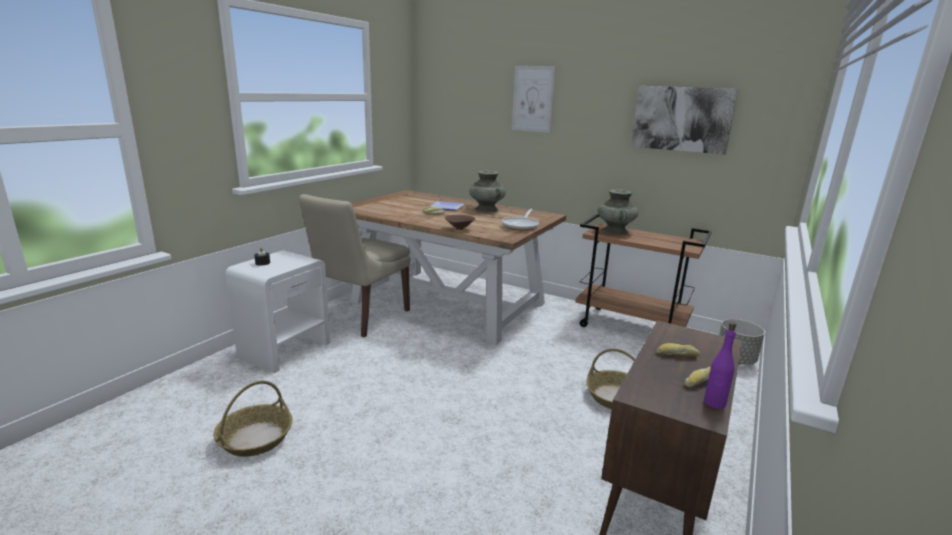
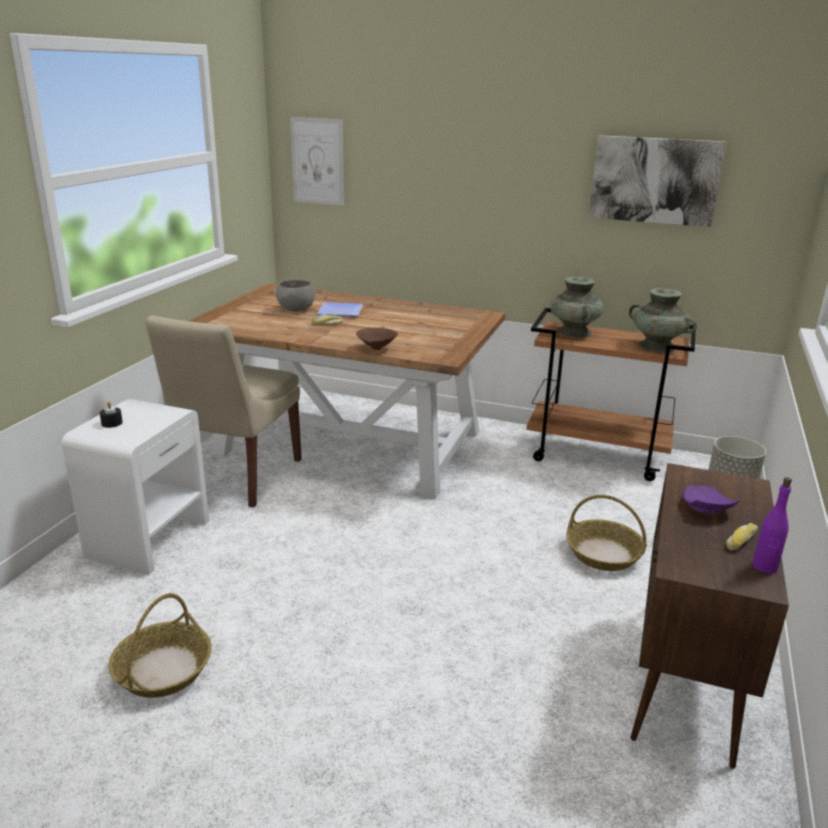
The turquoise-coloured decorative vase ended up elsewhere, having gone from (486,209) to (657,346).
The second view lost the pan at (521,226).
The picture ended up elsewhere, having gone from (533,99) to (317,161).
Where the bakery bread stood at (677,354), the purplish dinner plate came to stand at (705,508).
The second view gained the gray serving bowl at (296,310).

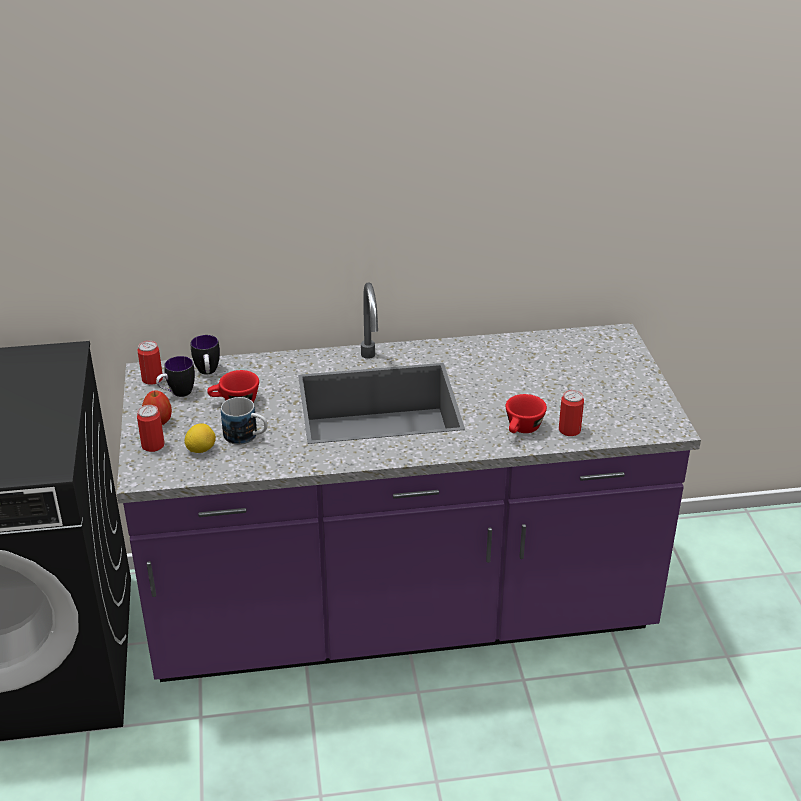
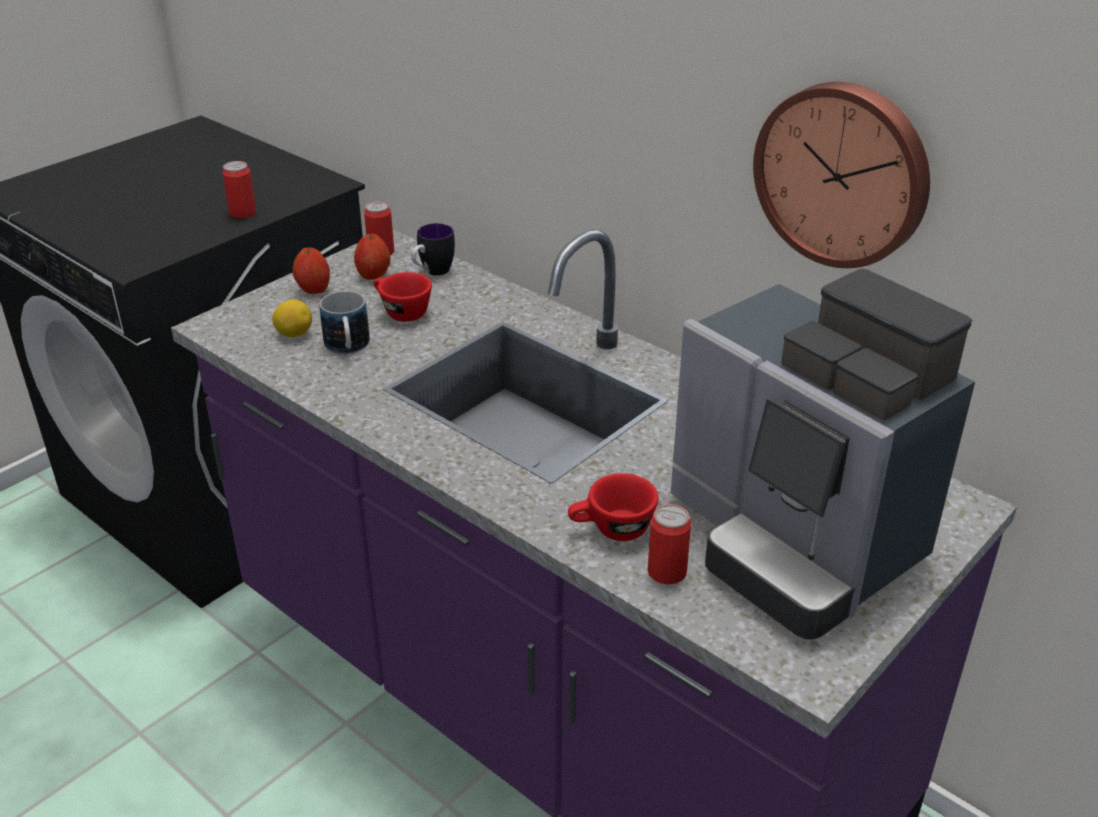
The can ended up elsewhere, having gone from (153,445) to (243,213).
Where the tea mug stood at (177,394), the apple fruit came to stand at (373,276).
The second view gained the coffee machine at (794,542).
The second view gained the wall clock at (843,173).

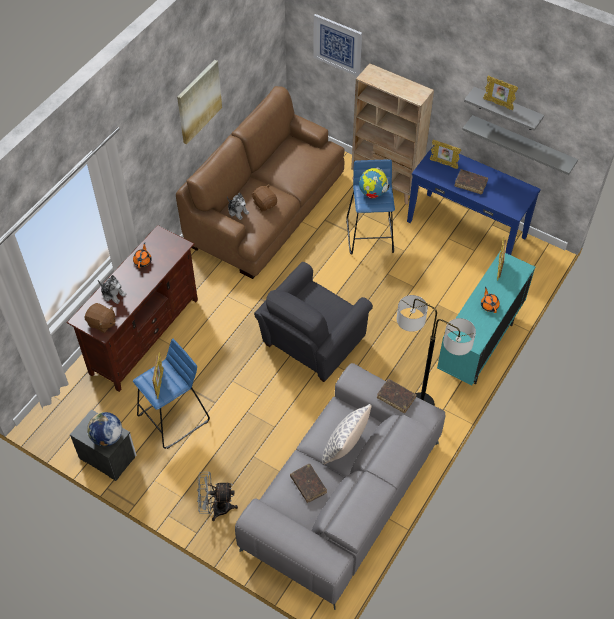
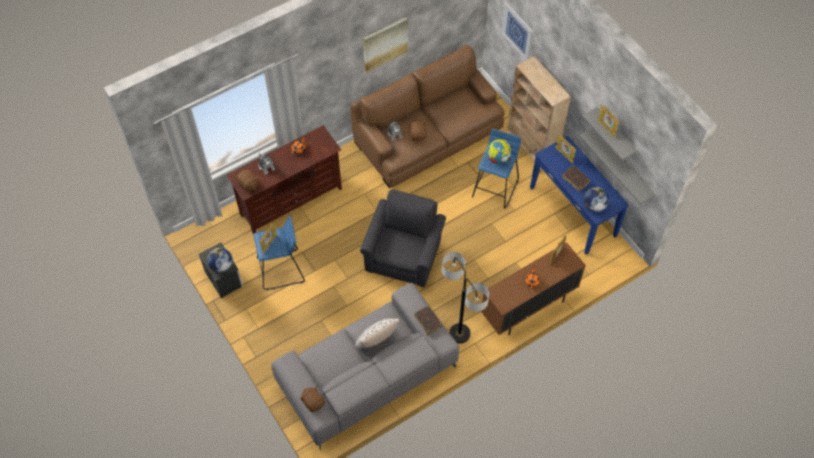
The second view lost the gray cooling fan at (216,507).
The gray armchair at (310,344) ended up facing another way, 135 degrees clockwise from before.
The second view lost the brown-coloured volume at (308,485).
What was the turquoise-coloured cabinet at (478,347) turned into the brown-coloured cabinet at (528,308).
The second view gained the brown-coloured plush toy at (313,402).
The second view gained the world globe at (594,206).

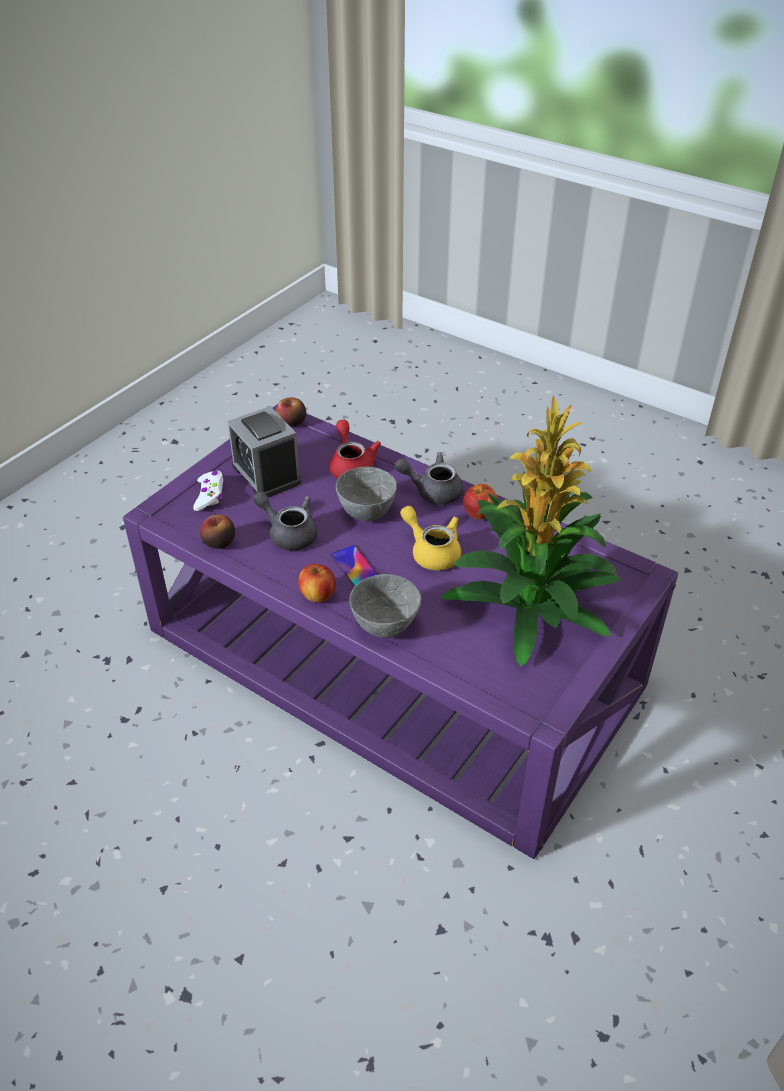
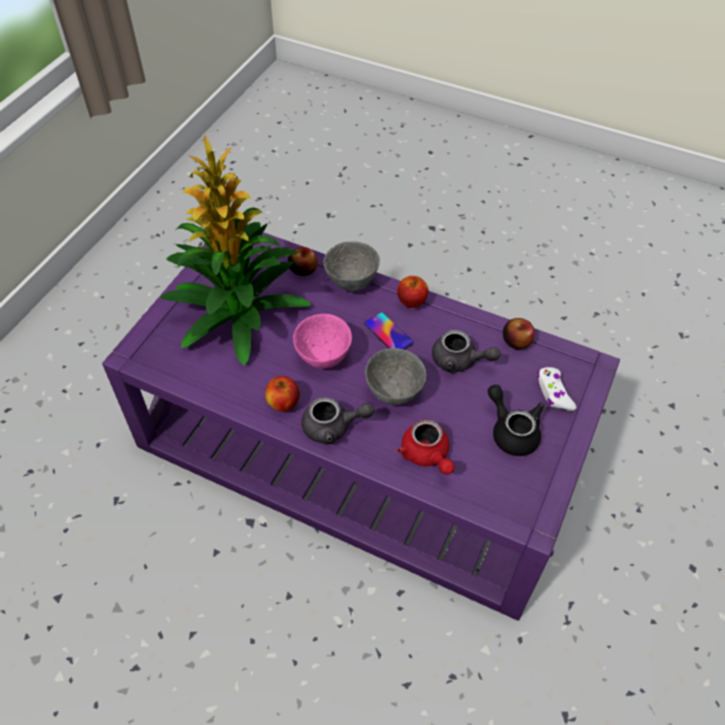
Where the bedside clock stood at (266,474), the blackish tea pot came to stand at (511,431).
The apple fruit ended up elsewhere, having gone from (291,422) to (303,269).
Where the yellow tea pot stood at (431,551), the pink serving bowl came to stand at (324,358).

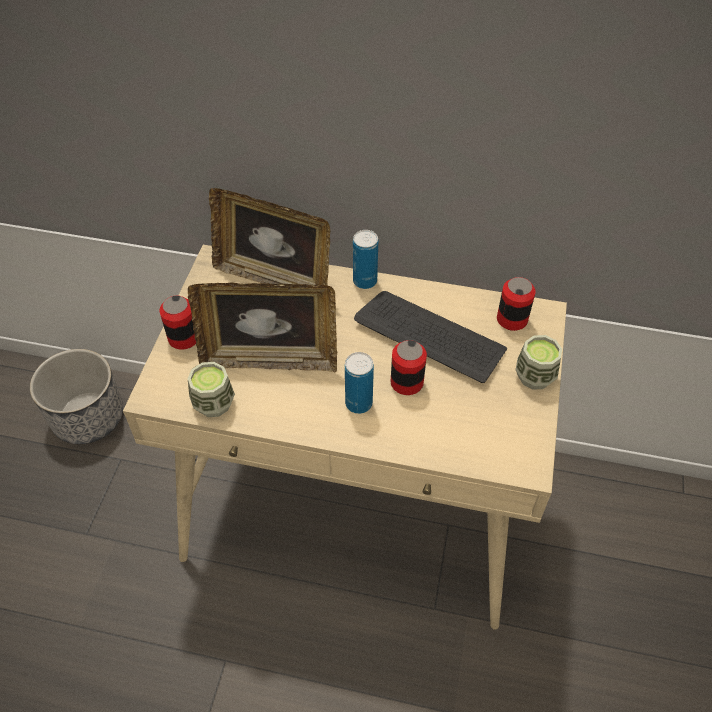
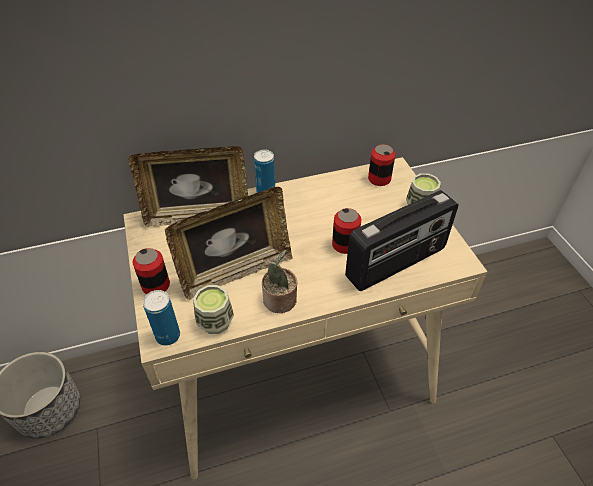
The can ended up elsewhere, having gone from (358,403) to (168,336).
The second view lost the keyboard at (430,337).
The second view gained the plant in a pot at (280,301).
The second view gained the radio at (397,263).

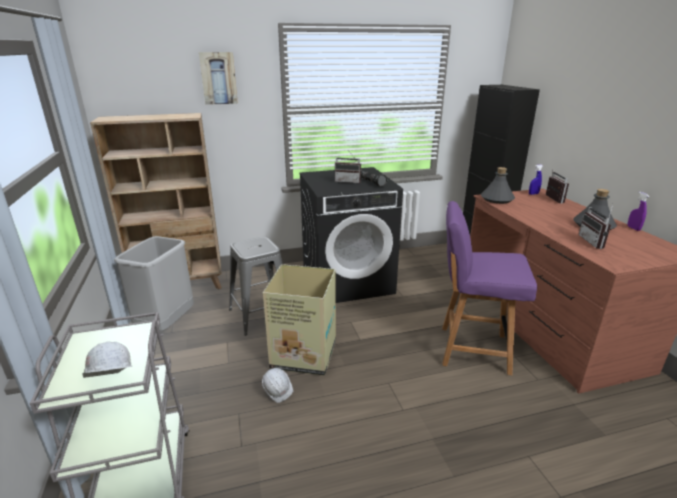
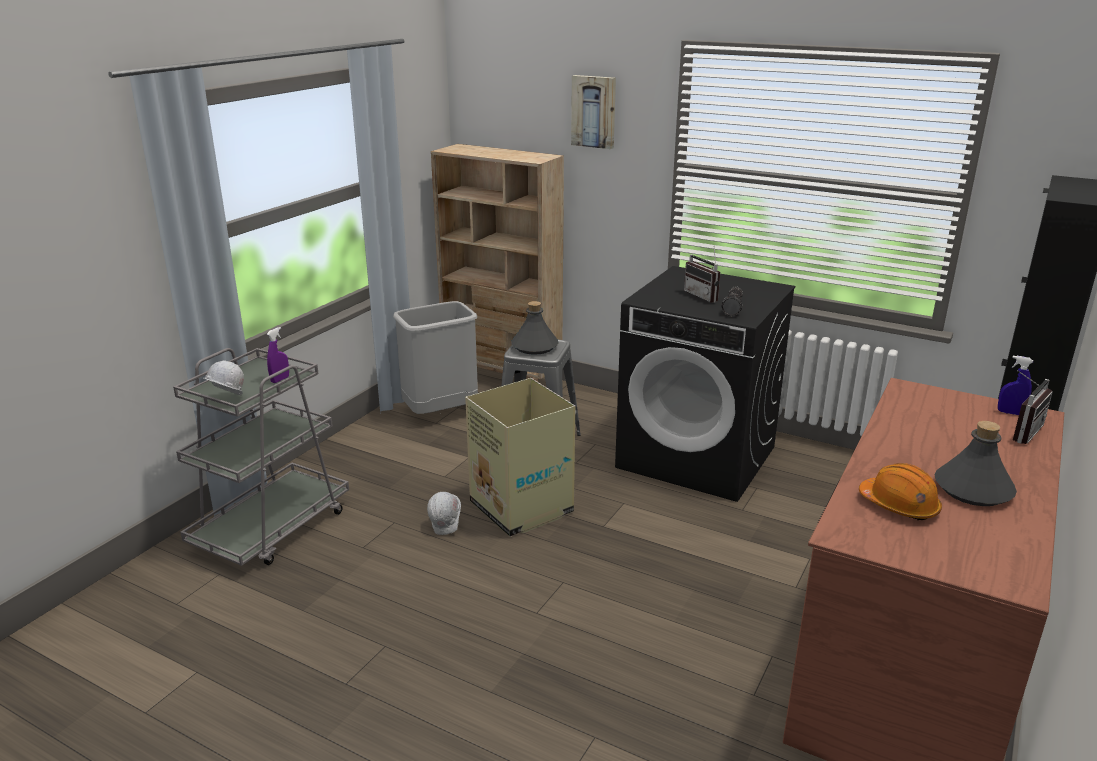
The second view lost the purplish upright chair at (472,349).
The gray beverage bottle ended up elsewhere, having gone from (496,199) to (534,346).
Where the radio stood at (595,242), the orange hard hat came to stand at (899,505).
The purplish spray bottle ended up elsewhere, having gone from (633,228) to (280,379).

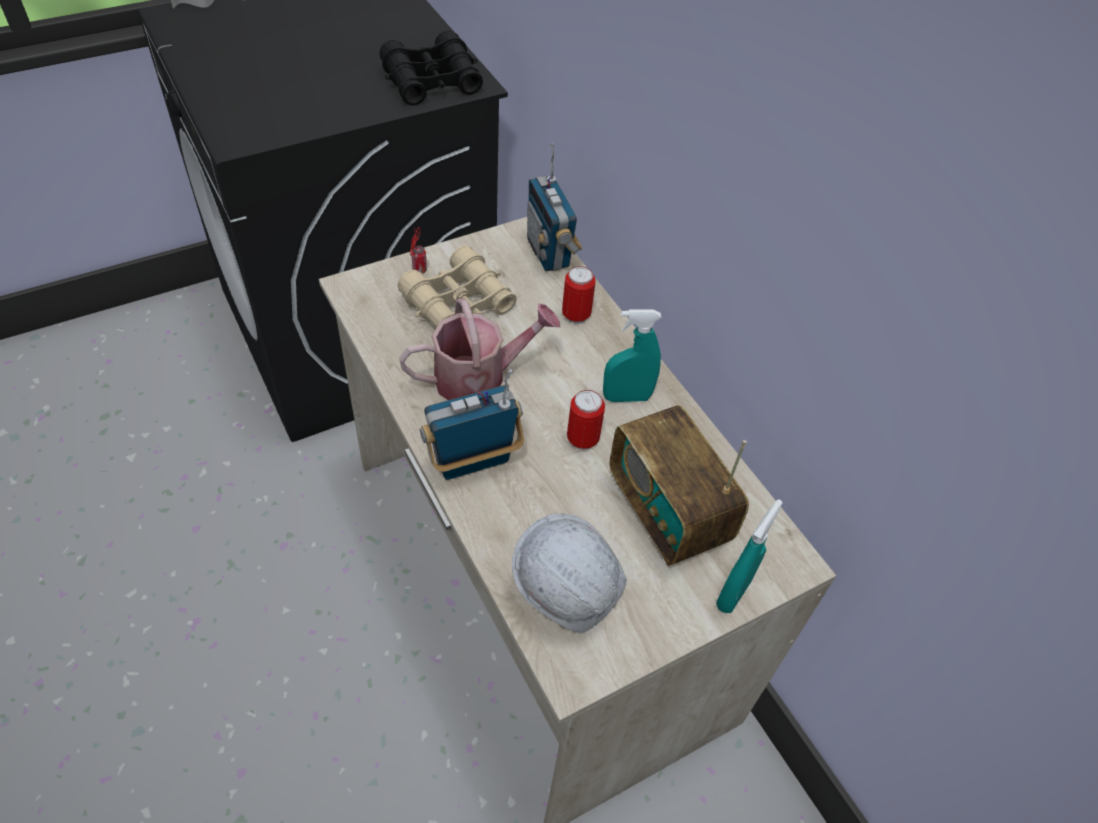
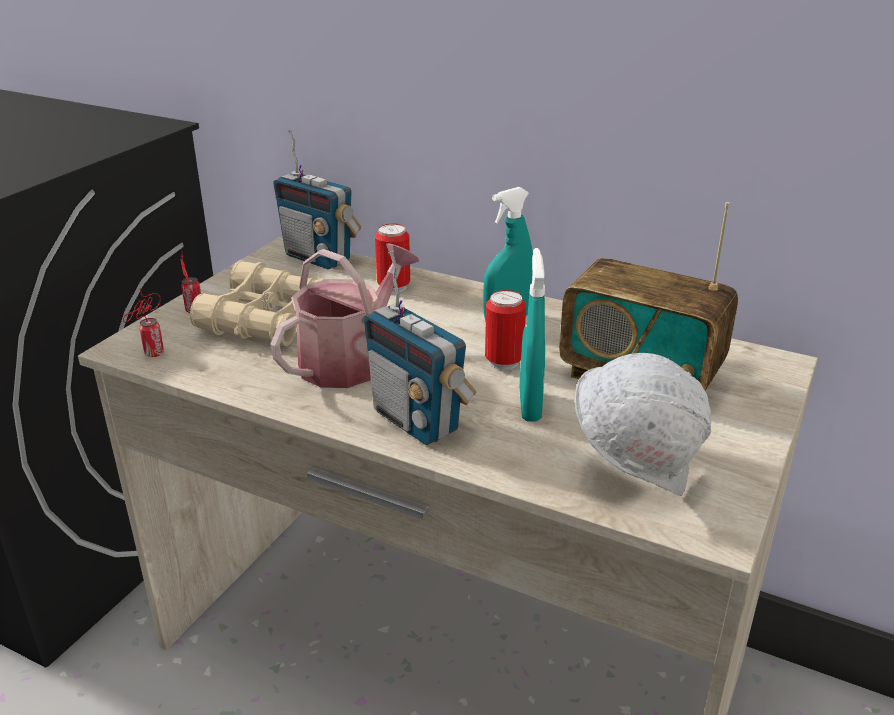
The second view lost the blackish binoculars at (432,81).
The radio at (472,462) ended up facing another way, 75 degrees counterclockwise from before.
The turquoise-coloured spray bottle ended up elsewhere, having gone from (733,593) to (530,406).
The second view gained the can at (152,354).

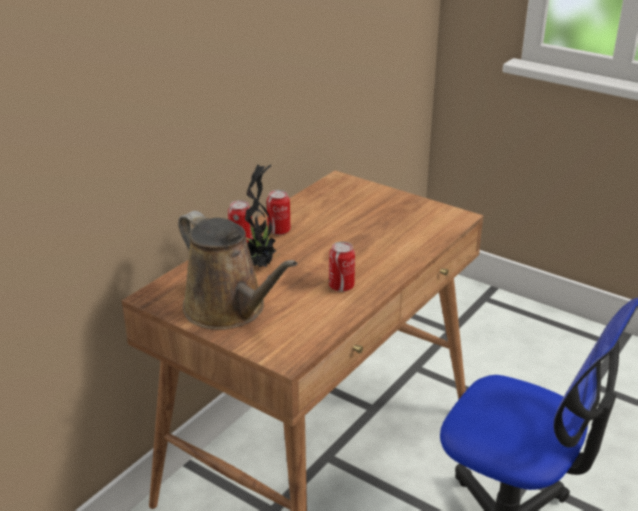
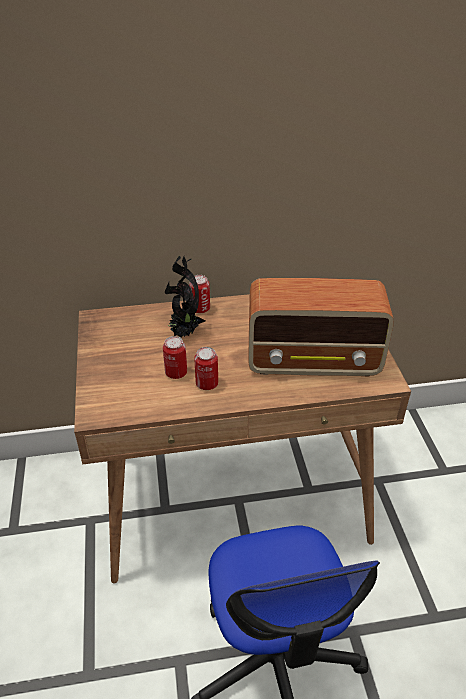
The second view lost the brown-coloured sprinkling can at (229,310).
The can ended up elsewhere, having gone from (279,231) to (176,373).
The second view gained the radio at (314,361).

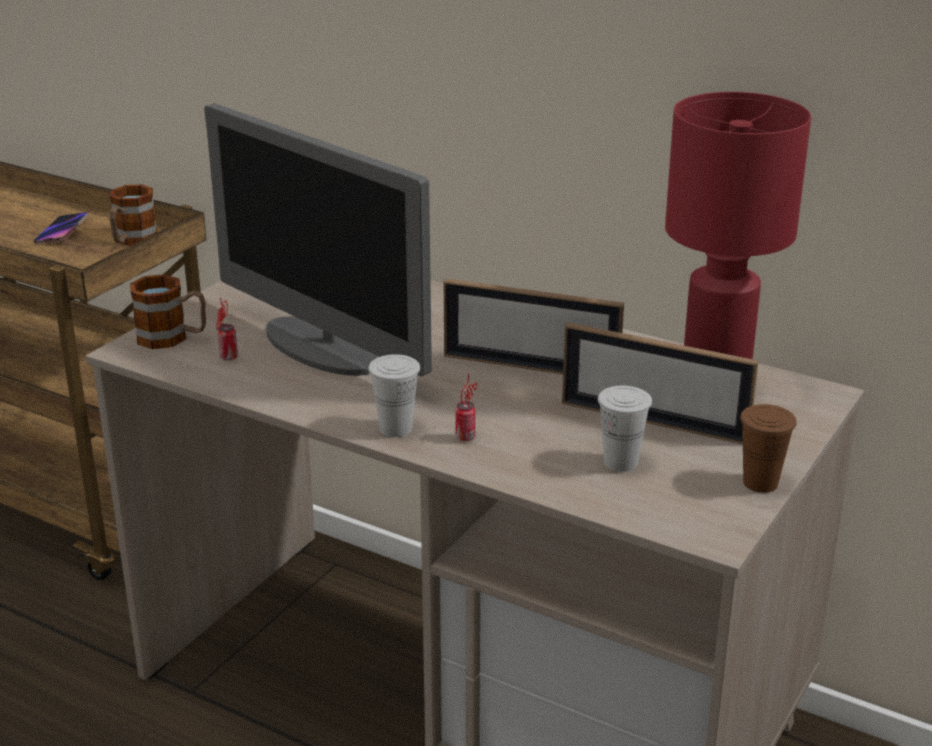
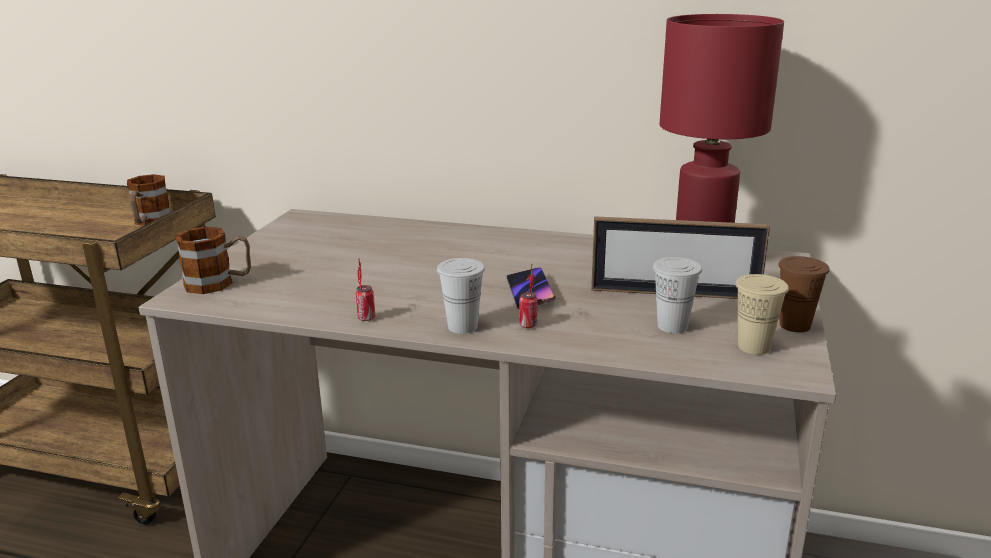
The telephone ended up elsewhere, having gone from (62,232) to (530,292).
The second view lost the monitor at (322,348).
The can ended up elsewhere, having gone from (228,358) to (366,319).
The second view lost the standing frame at (530,367).
The second view gained the beige-coloured cup at (753,347).

